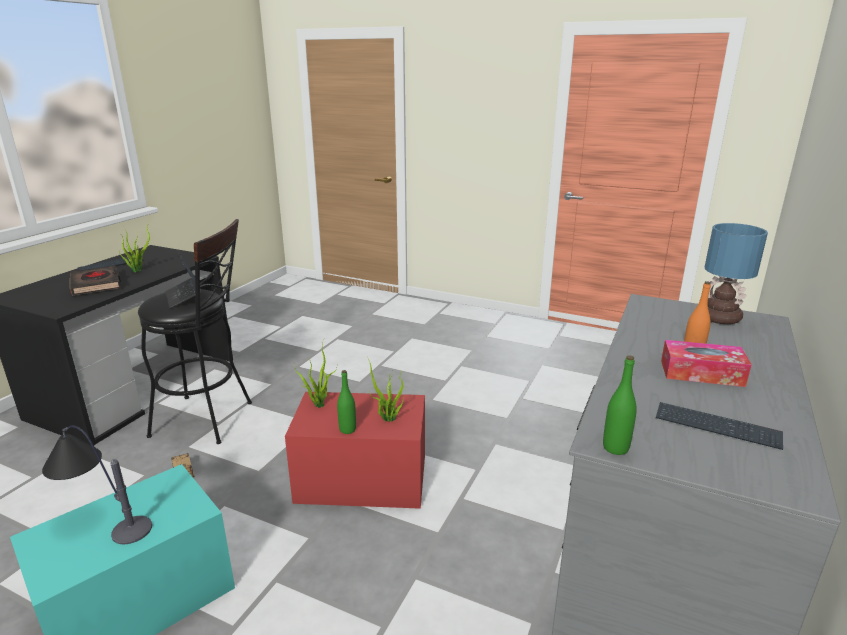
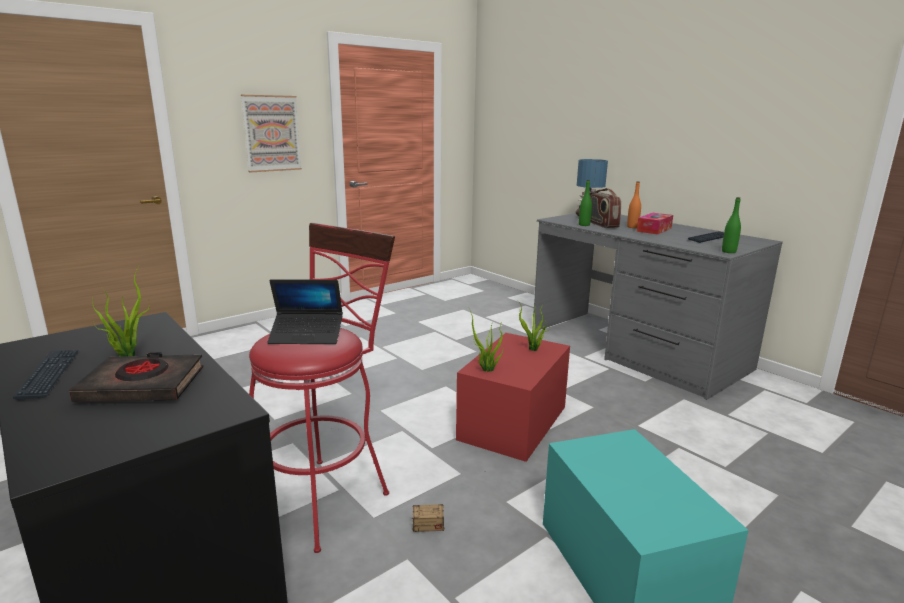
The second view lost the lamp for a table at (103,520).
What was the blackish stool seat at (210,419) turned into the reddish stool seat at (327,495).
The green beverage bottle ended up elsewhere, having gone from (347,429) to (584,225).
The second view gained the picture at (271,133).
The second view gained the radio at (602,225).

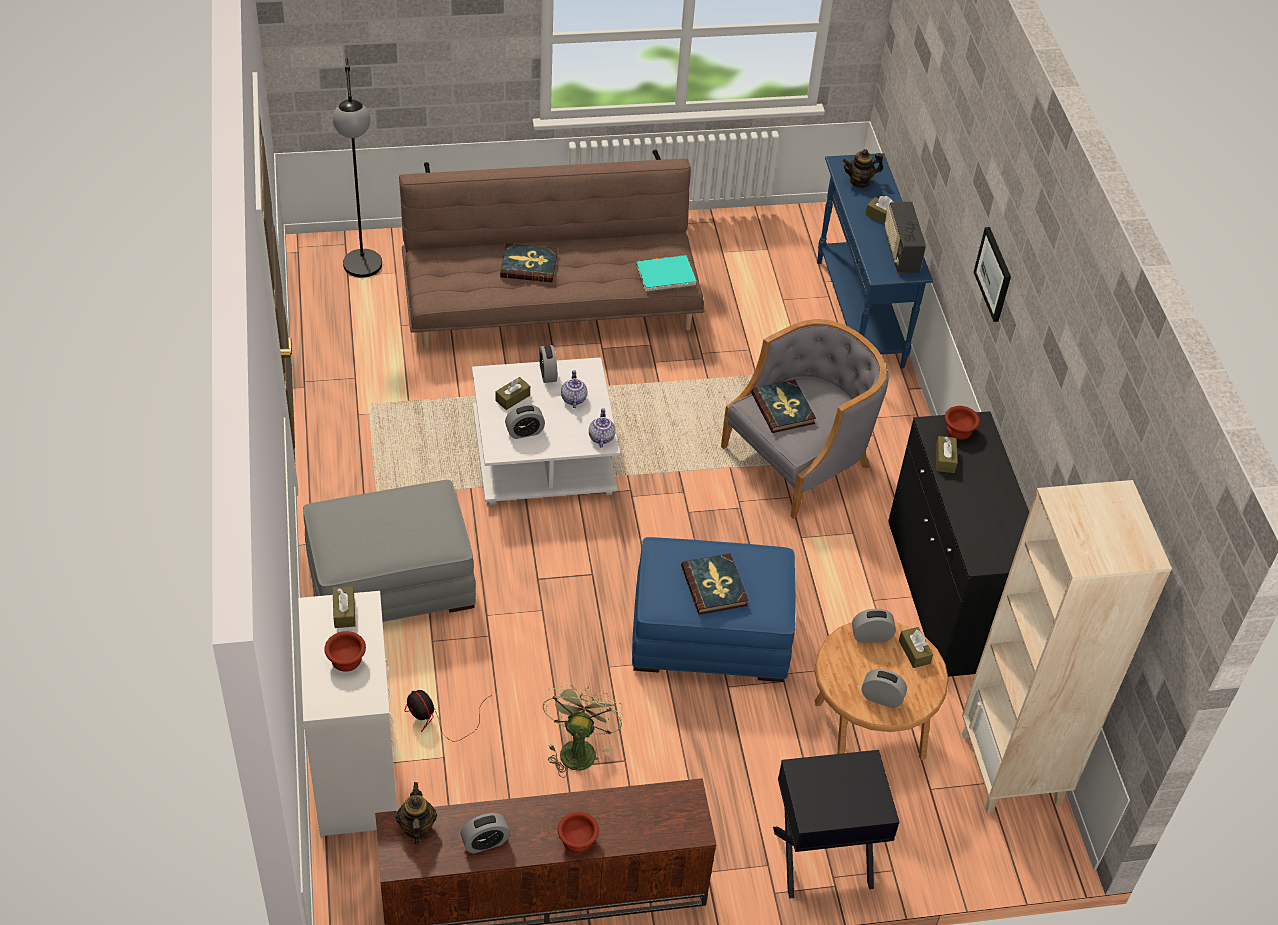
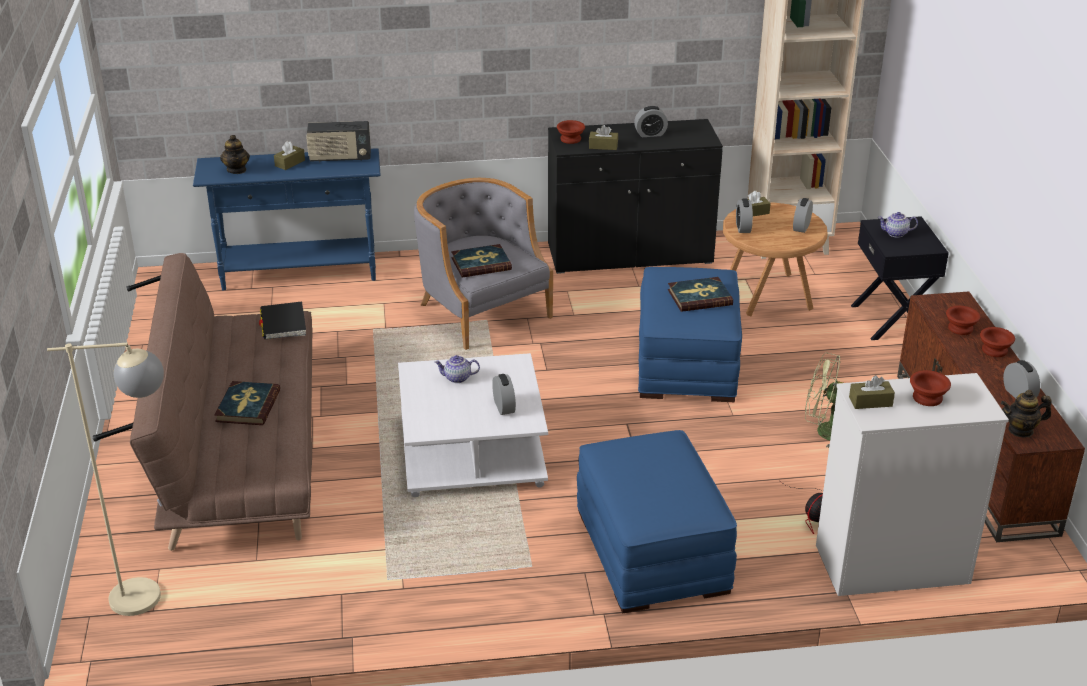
What was the gray ottoman at (392,581) turned into the blue ottoman at (651,550).
What was the blackish standard lamp at (363,274) turned into the beige-coloured standard lamp at (154,596).
The second view lost the brown-coloured box of tissues at (512,398).
The bedside clock ended up elsewhere, having gone from (547,374) to (650,134).
The tea pot ended up elsewhere, having gone from (600,437) to (895,234).
What was the turquoise-coloured volume at (665,276) turned into the blackish volume at (283,323).
The second view lost the picture at (994,274).
The second view gained the brown-coloured serving bowl at (961,329).

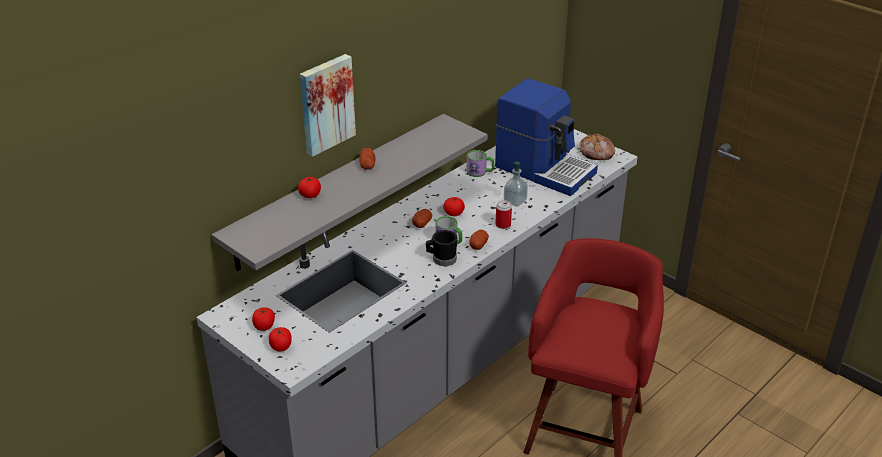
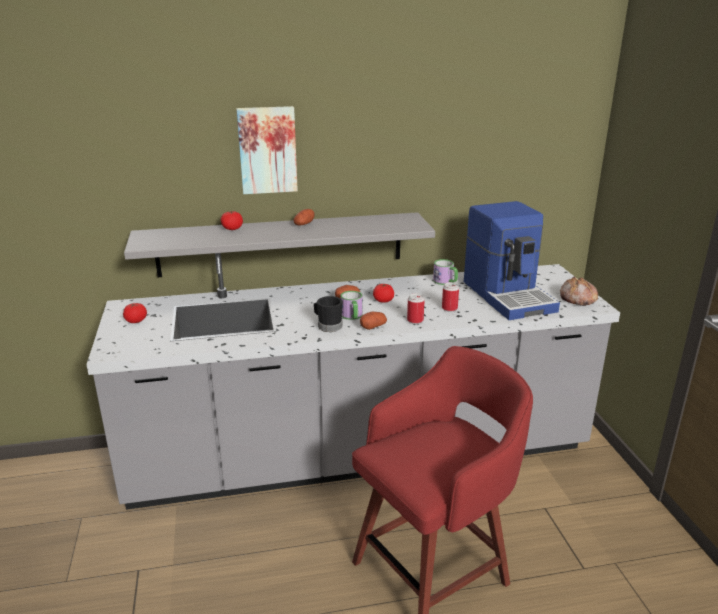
The second view lost the whole tomato at (281,346).
Where the liquid soap bottle stood at (515,201), the can came to stand at (449,308).

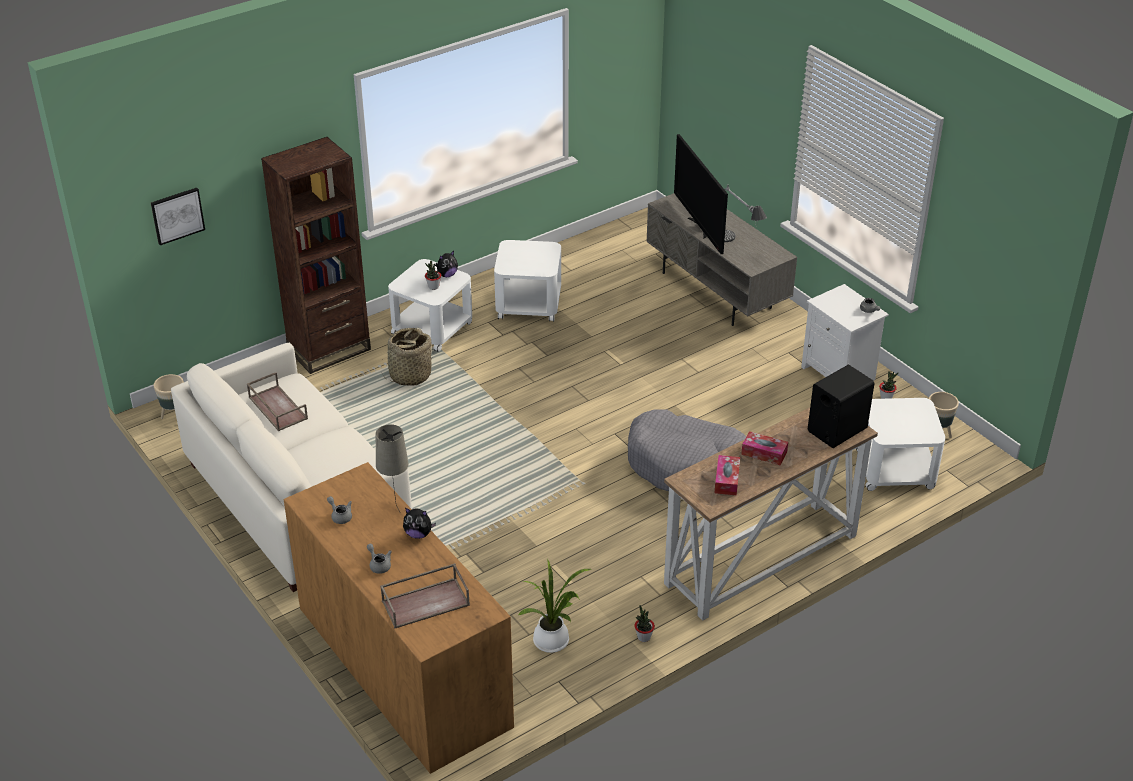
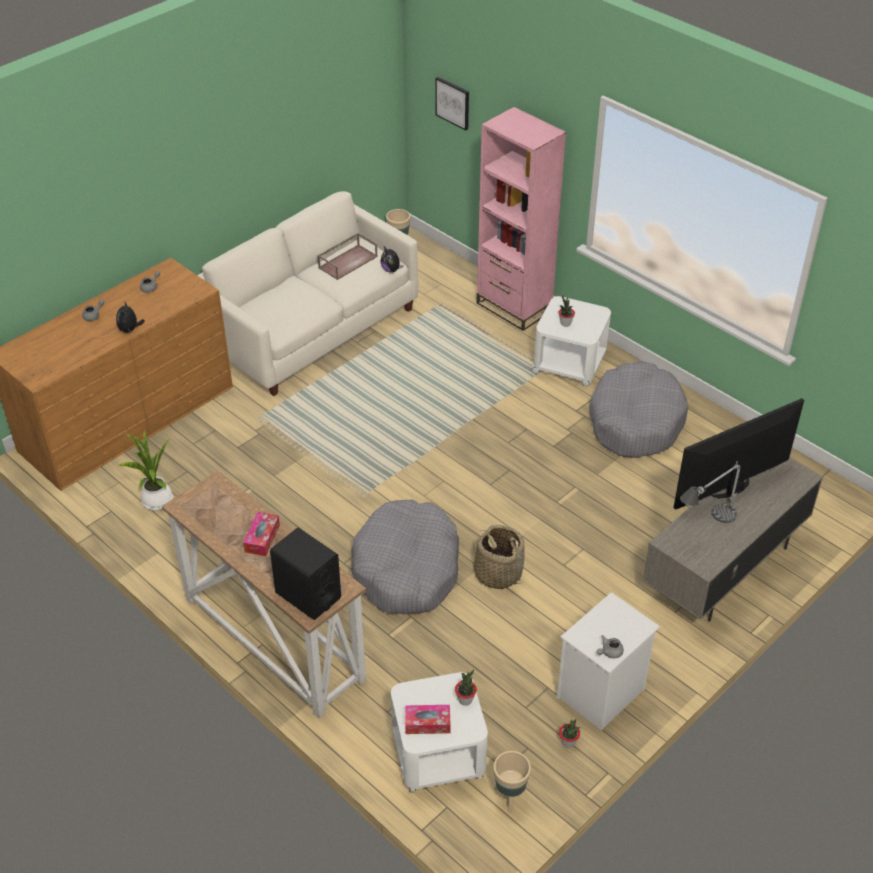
What was the brown-coloured shelving unit at (329,350) turned into the pink shelving unit at (514,307).
The second view lost the beige-coloured lamp for a table at (395,508).
The second view lost the brown-coloured serving tray at (426,602).
The basket ended up elsewhere, having gone from (410,375) to (498,573).
The plush toy ended up elsewhere, having gone from (447,275) to (391,270).
Where the whitish accent table stood at (528,303), the gray pet bed came to stand at (635,421).
The plant in a pot ended up elsewhere, having gone from (643,637) to (465,700).
The box of tissues ended up elsewhere, having gone from (727,480) to (427,723).

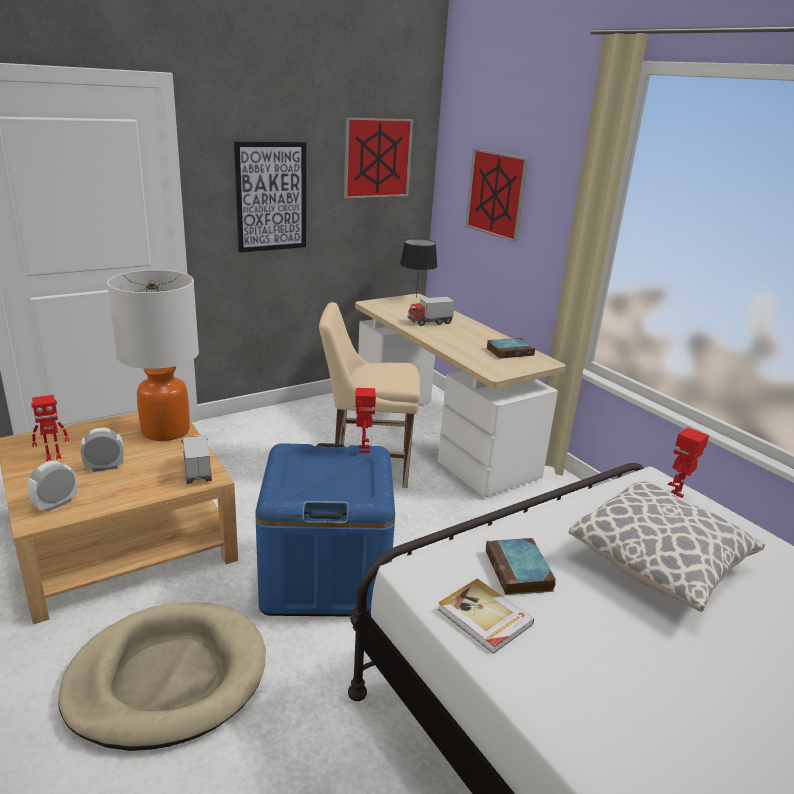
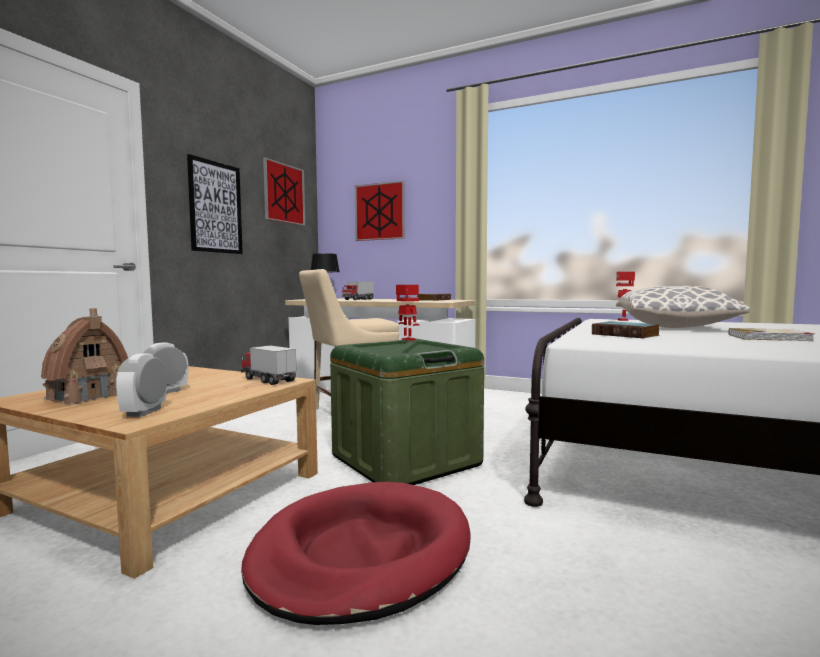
Where the robot figure stood at (53,456), the model house came to stand at (85,397).
What was the beige-coloured pet bed at (167,678) turned into the reddish pet bed at (361,554).
The second view lost the lamp for a table at (165,431).
What was the blue storage container at (326,575) turned into the green storage container at (405,460).
The volume ended up elsewhere, having gone from (484,618) to (769,337).

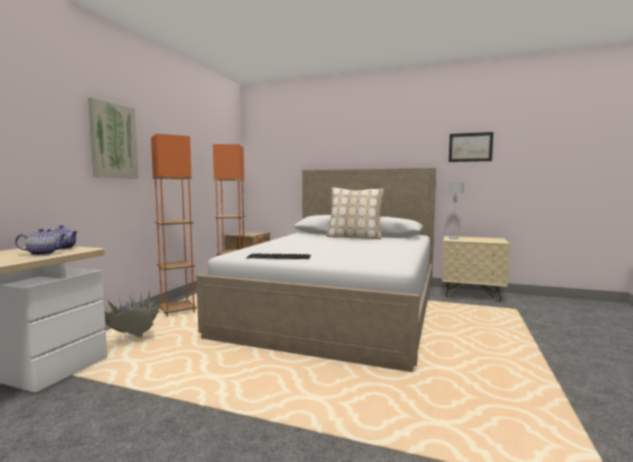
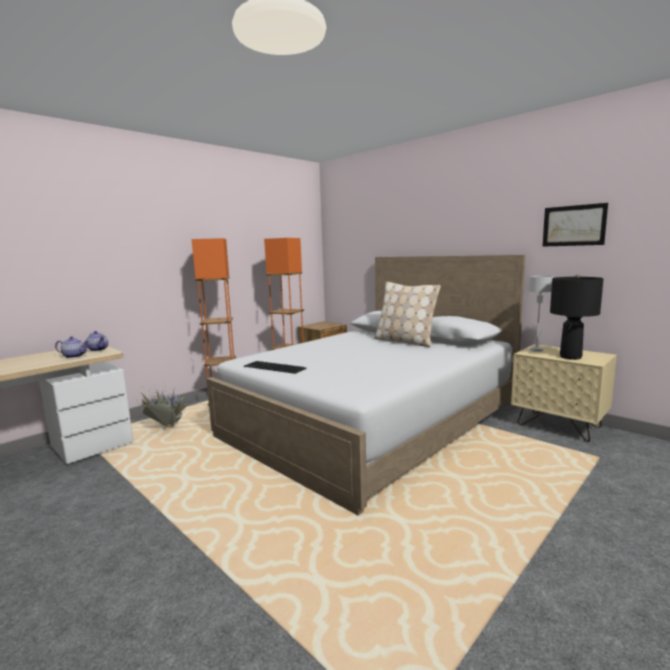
The second view lost the picture at (113,141).
The second view gained the blackish lamp for a table at (570,357).

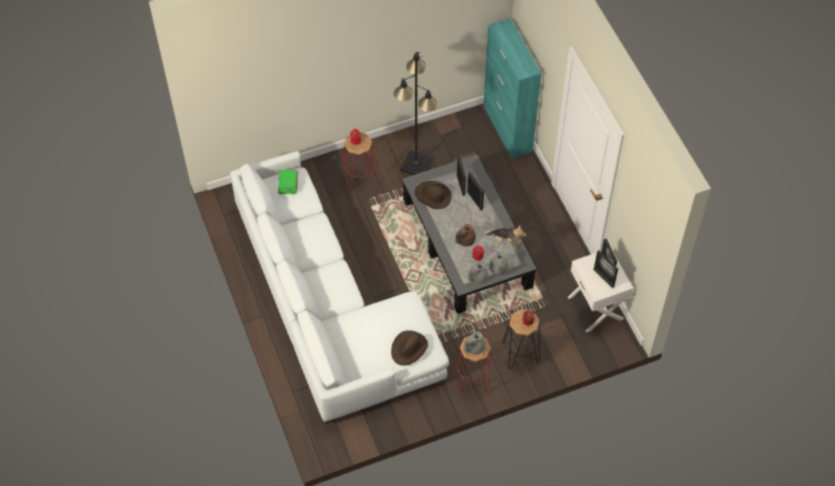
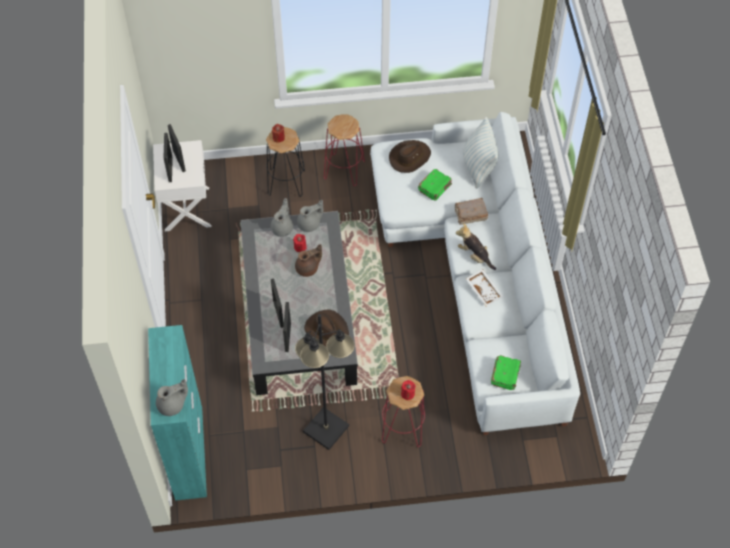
The gray tea pot ended up elsewhere, having gone from (473,347) to (172,405).
The plush toy ended up elsewhere, having gone from (505,242) to (474,255).
The second view gained the green volume at (435,188).
The second view gained the brown-coloured volume at (470,215).
The second view gained the pillow at (478,167).
The second view gained the whitish serving tray at (484,290).

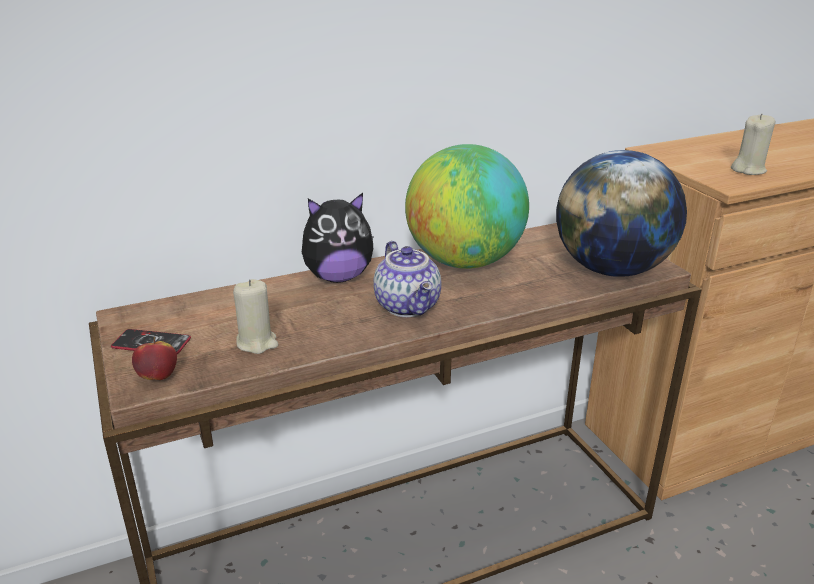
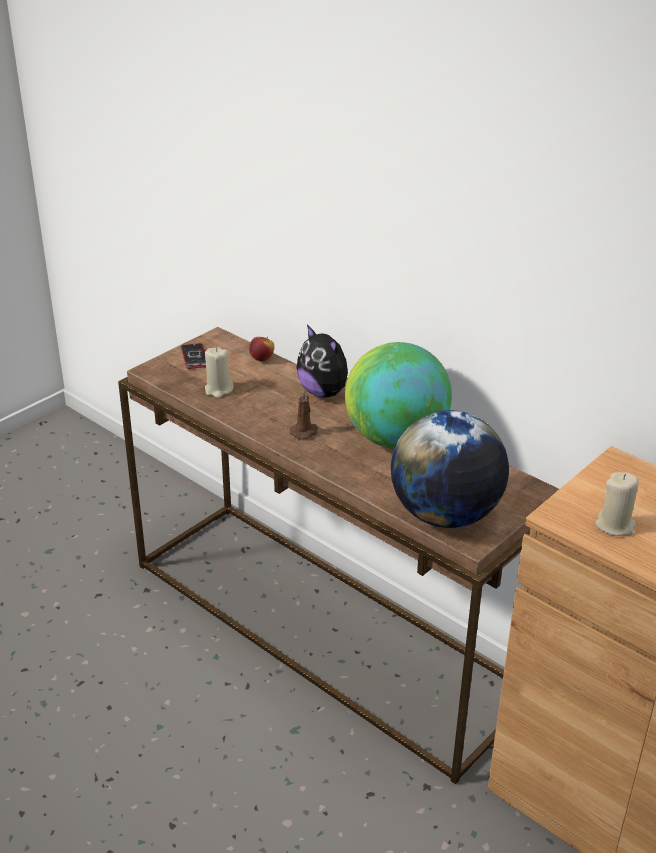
The apple fruit ended up elsewhere, having gone from (158,377) to (262,359).
Where the tea pot stood at (409,306), the brown-coloured wax light came to stand at (305,432).

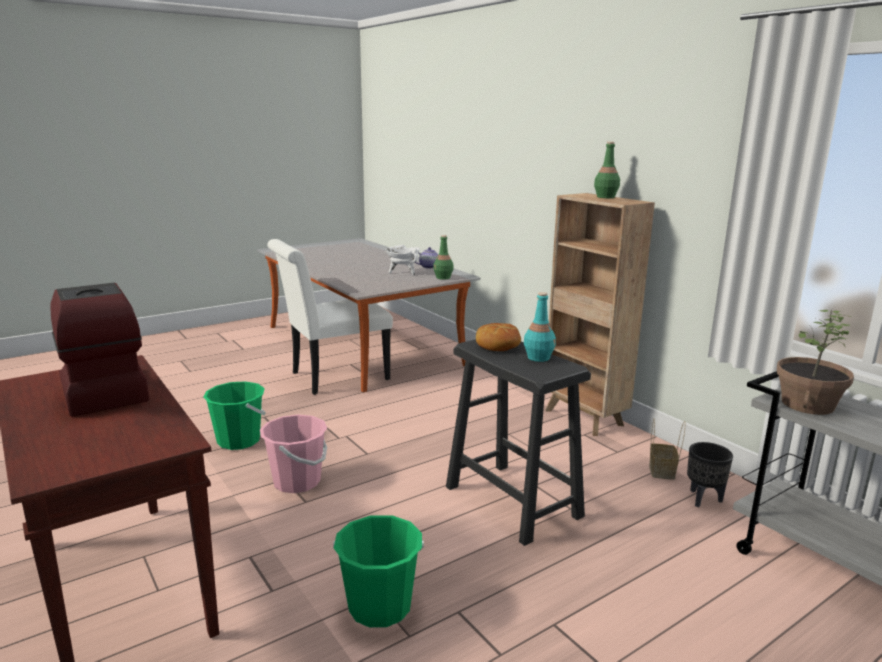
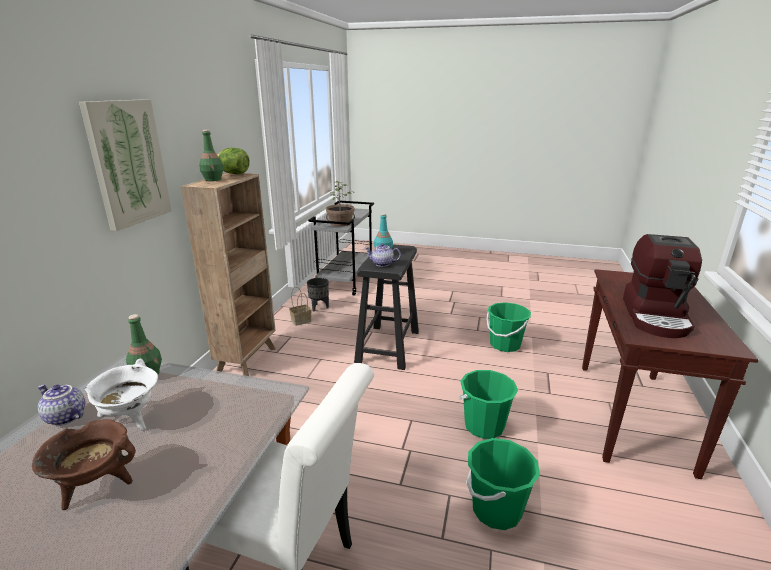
What was the pink pail at (297,482) turned into the green pail at (484,426).
Where the bakery bread stood at (497,345), the tea pot came to stand at (382,264).
The second view gained the brown-coloured saucepot at (96,486).
The second view gained the picture at (128,163).
The second view gained the lettuce at (234,174).

